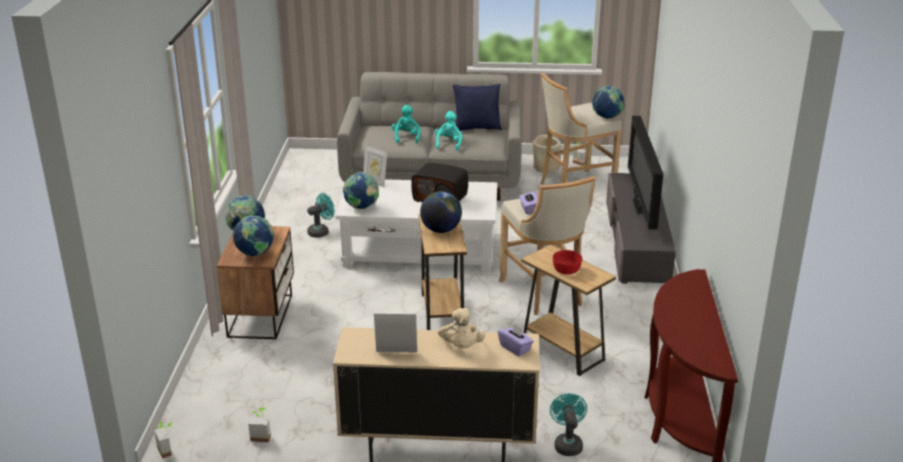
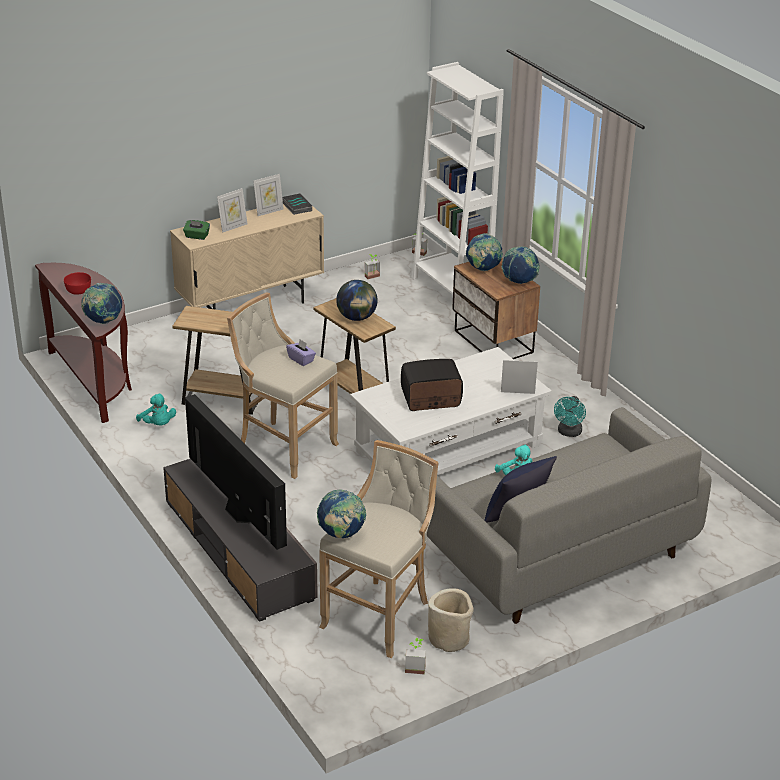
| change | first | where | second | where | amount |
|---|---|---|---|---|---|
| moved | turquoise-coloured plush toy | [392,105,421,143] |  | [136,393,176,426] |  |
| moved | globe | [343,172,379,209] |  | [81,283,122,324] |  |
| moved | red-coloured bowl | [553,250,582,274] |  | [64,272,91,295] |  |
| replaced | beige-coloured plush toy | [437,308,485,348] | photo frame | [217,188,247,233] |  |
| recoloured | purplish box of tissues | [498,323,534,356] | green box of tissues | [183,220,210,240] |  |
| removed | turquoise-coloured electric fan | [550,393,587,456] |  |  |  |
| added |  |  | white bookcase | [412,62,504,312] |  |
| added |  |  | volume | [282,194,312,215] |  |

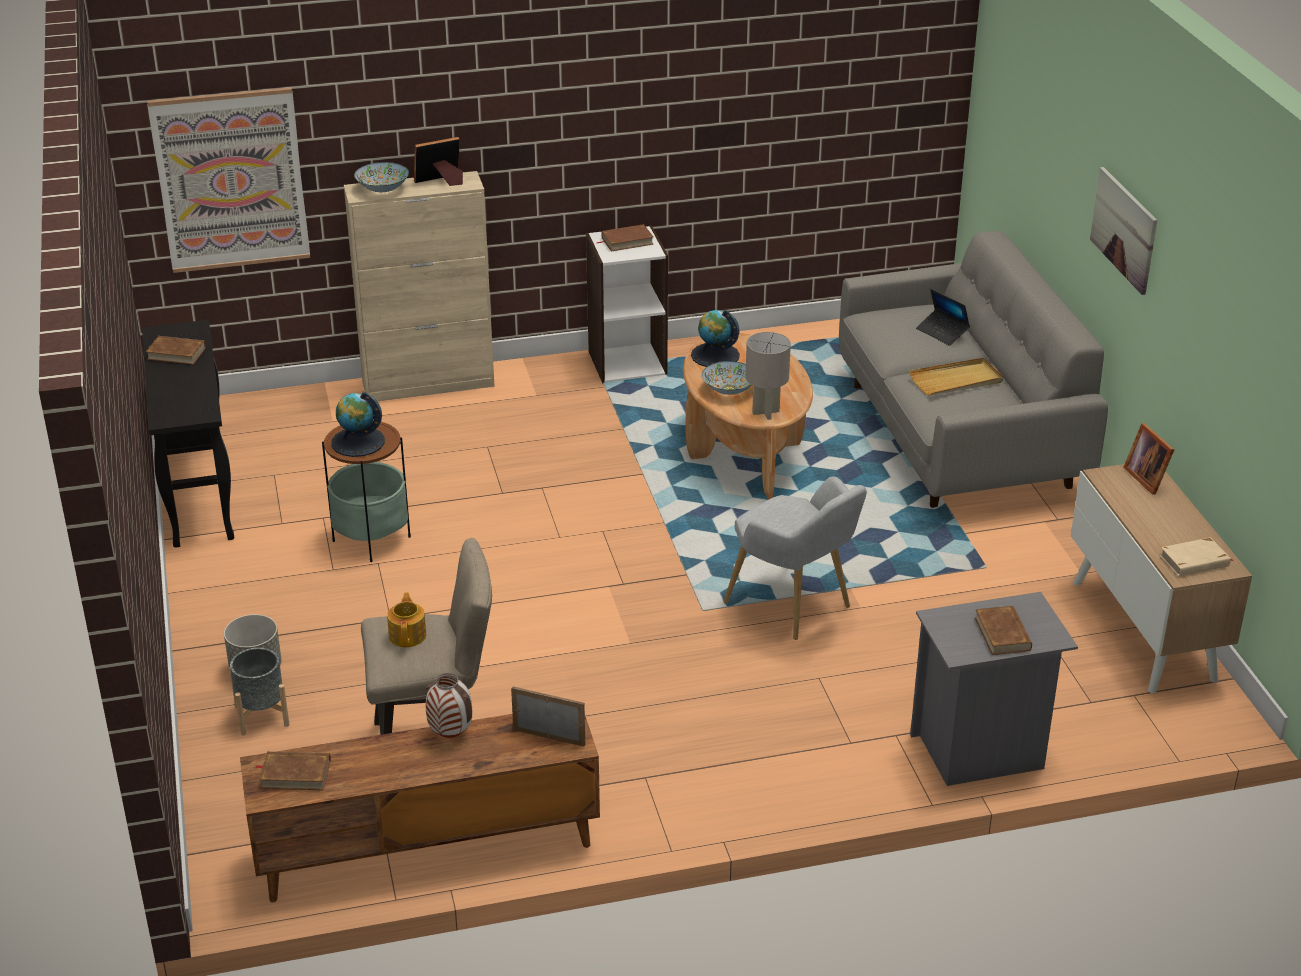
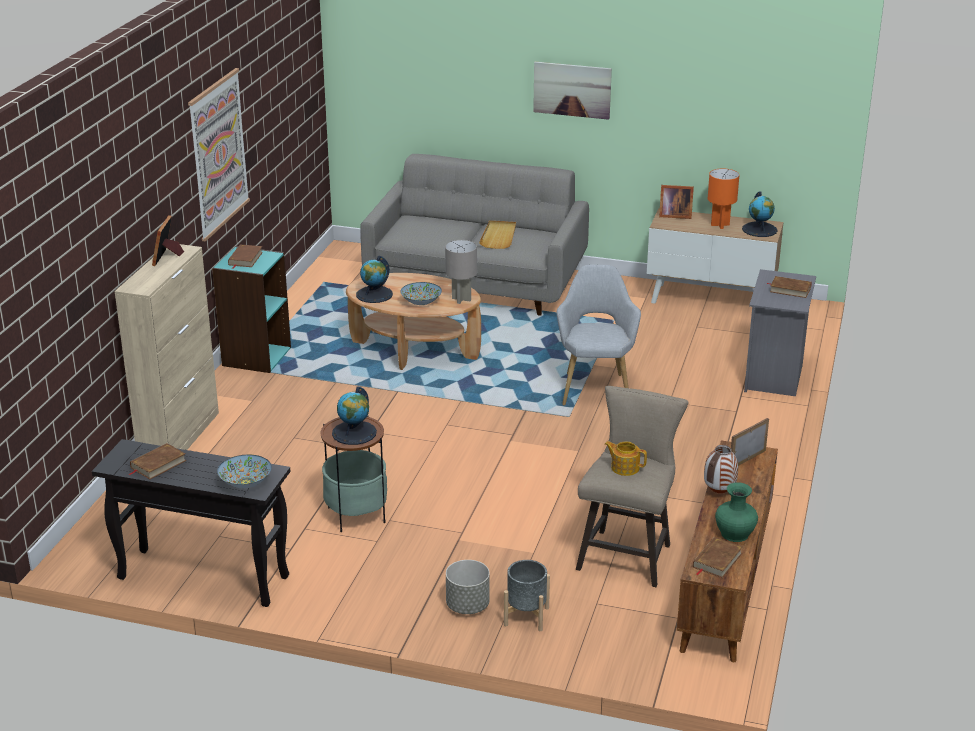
| change | first | where | second | where | amount |
|---|---|---|---|---|---|
| moved | picture | [147,87,310,273] |  | [188,68,250,242] |  |
| moved | bowl | [354,162,409,192] |  | [217,455,272,488] |  |
| recoloured | white bookcase | [586,226,668,384] | turquoise-coloured bookcase | [212,246,291,373] |  |
| removed | laptop | [916,289,970,346] |  |  |  |
| turned | gray easy chair | [724,476,867,640] |  | [557,265,641,405] | 75 degrees counterclockwise |
| replaced | beige-coloured volume | [1160,537,1234,577] | globe | [742,191,778,237] |  |
| added |  |  | orangey table lamp | [708,169,739,229] |  |
| added |  |  | green flower vase | [715,482,758,542] |  |

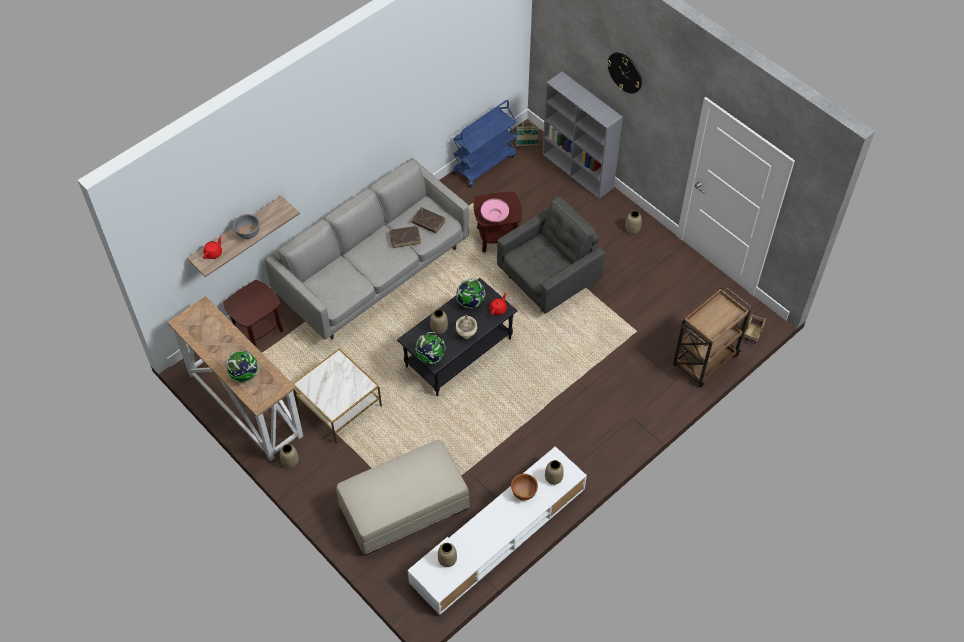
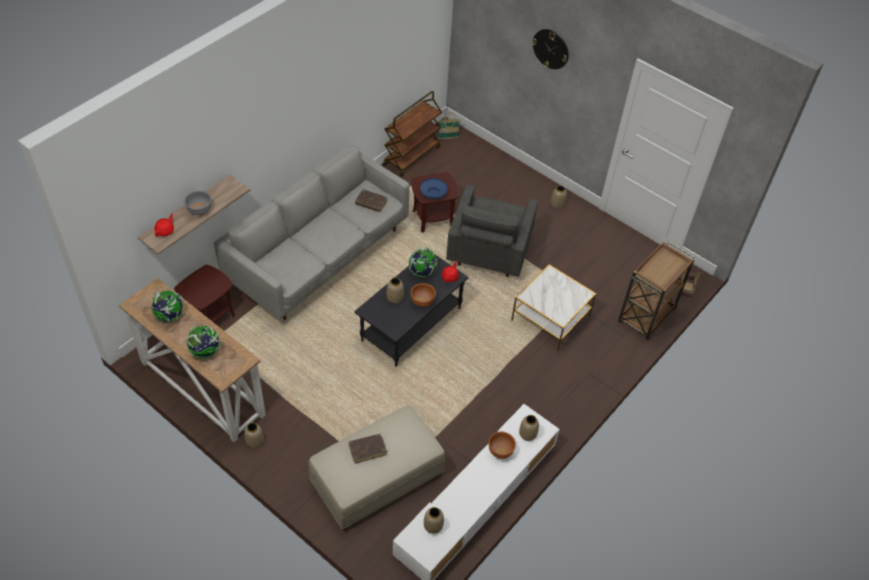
| change | first | where | second | where | amount |
|---|---|---|---|---|---|
| removed | gray bookcase | [542,72,623,199] |  |  |  |
| recoloured | blue wheeled cart | [452,100,517,188] | brown wheeled cart | [383,91,442,177] |  |
| turned | gray easy chair | [497,197,605,314] |  | [446,185,538,277] | 150 degrees clockwise |
| recoloured | pink-coloured bowl | [481,199,509,222] | blue bowl | [420,178,448,199] |  |
| moved | brown volume | [389,226,421,248] |  | [349,434,387,464] |  |
| replaced | beige-coloured flower vase | [456,315,477,339] | brown bowl | [411,283,436,307] |  |
| moved | globe | [415,332,445,364] |  | [151,287,184,322] |  |
| moved | end table | [293,349,382,443] |  | [511,264,596,351] |  |

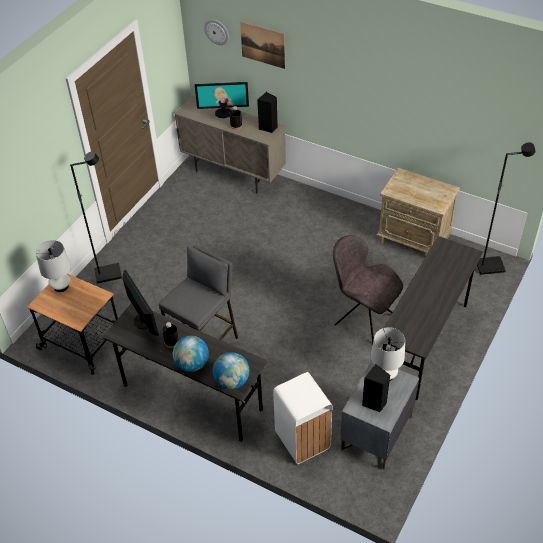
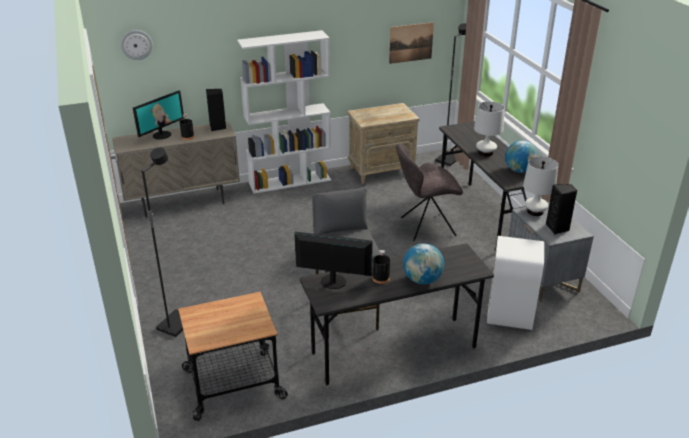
| change | first | where | second | where | amount |
|---|---|---|---|---|---|
| moved | picture | [240,22,285,69] |  | [389,22,434,64] |  |
| moved | white table lamp | [36,240,71,292] |  | [474,102,505,156] |  |
| moved | globe | [213,352,249,389] |  | [505,140,538,173] |  |
| added |  |  | white bookcase | [237,30,331,194] |  |

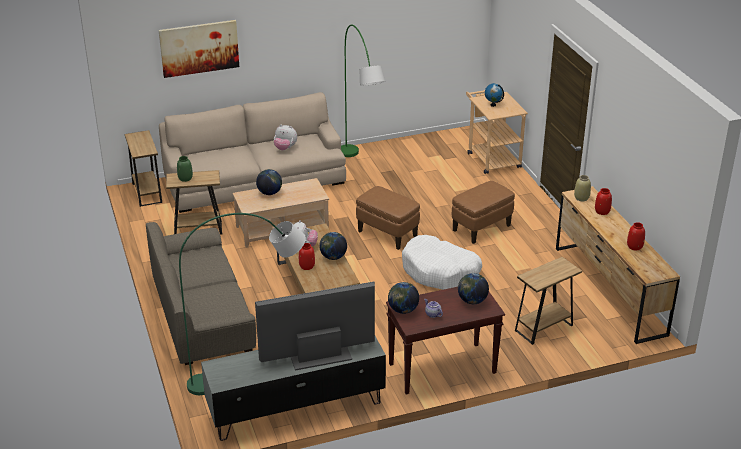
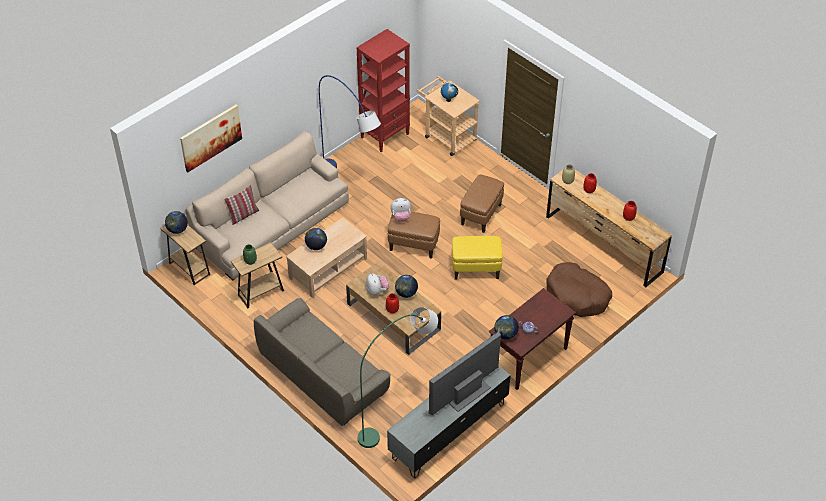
| change | first | where | second | where | amount |
|---|---|---|---|---|---|
| recoloured | green standing lamp | [341,24,385,157] | blue standing lamp | [319,75,381,169] |  |
| moved | plush toy | [274,125,297,150] |  | [390,198,411,222] |  |
| replaced | white dog cushion | [402,235,482,290] | yellowish footrest | [452,236,503,279] |  |
| replaced | brown end table | [515,257,582,345] | brown dog cushion | [547,262,612,317] |  |
| moved | globe | [458,273,489,304] |  | [165,211,188,234] |  |
| added |  |  | red-coloured bookcase | [356,29,410,152] |  |
| added |  |  | cushion | [224,185,259,225] |  |

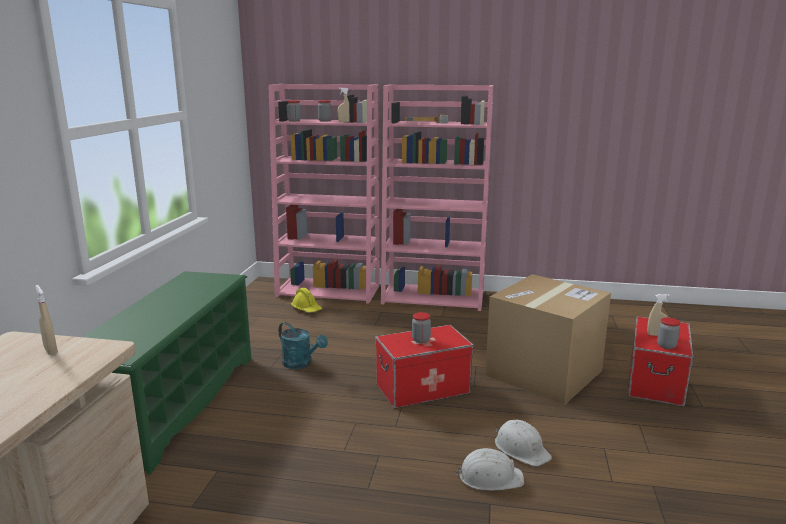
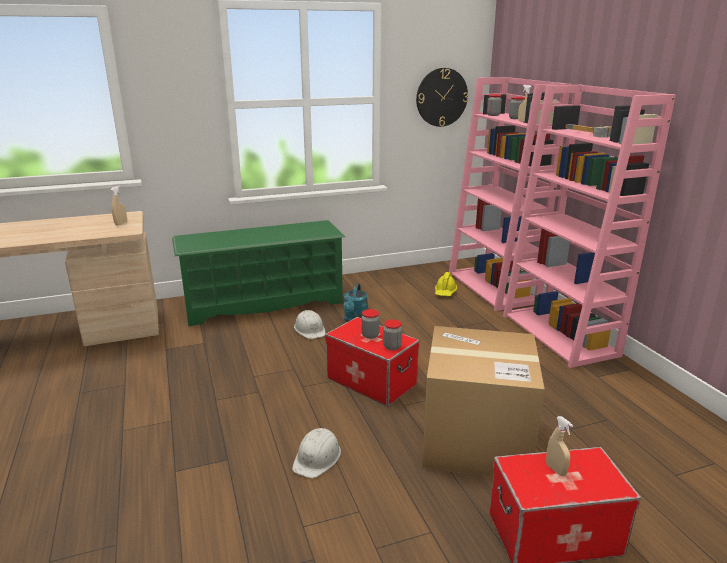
| change | first | where | second | where | amount |
|---|---|---|---|---|---|
| moved | preserve jar | [657,318,680,349] |  | [383,319,402,350] |  |
| moved | white work helmet | [455,448,524,491] |  | [294,310,326,339] |  |
| added |  |  | hanging clock | [416,68,468,127] |  |

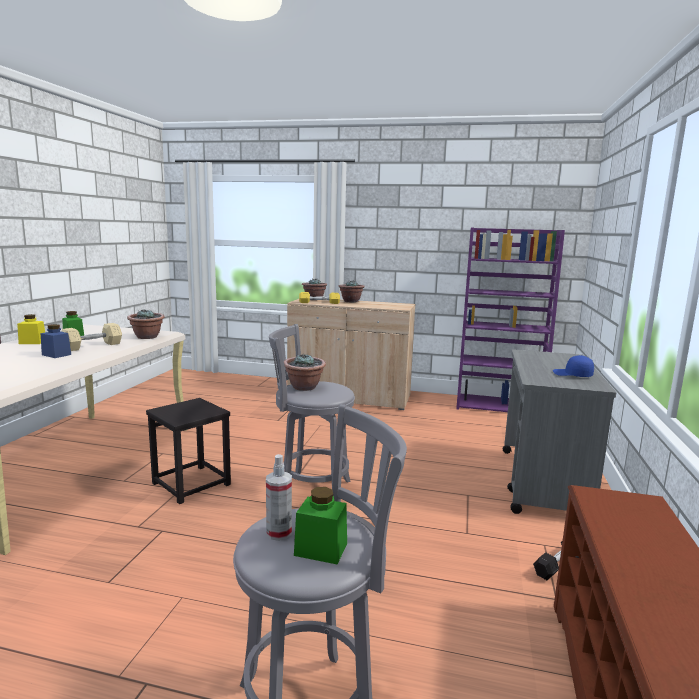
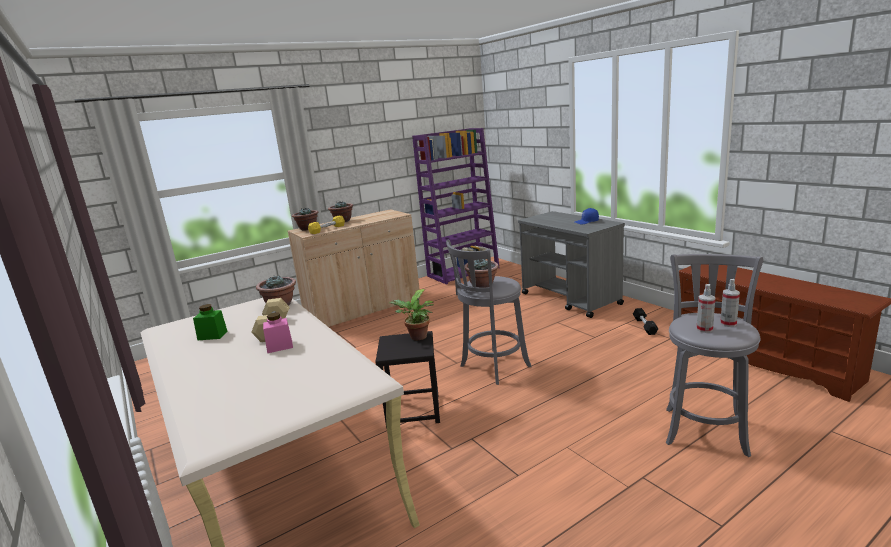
| change | first | where | second | where | amount |
|---|---|---|---|---|---|
| removed | yellowish preserve jar | [17,314,45,344] |  |  |  |
| recoloured | blue preserve jar | [41,324,71,358] | pink-coloured preserve jar | [263,312,293,353] |  |
| replaced | green preserve jar | [294,487,347,564] | sprayer | [720,279,740,327] |  |
| added |  |  | plant in a pot | [389,289,434,340] |  |

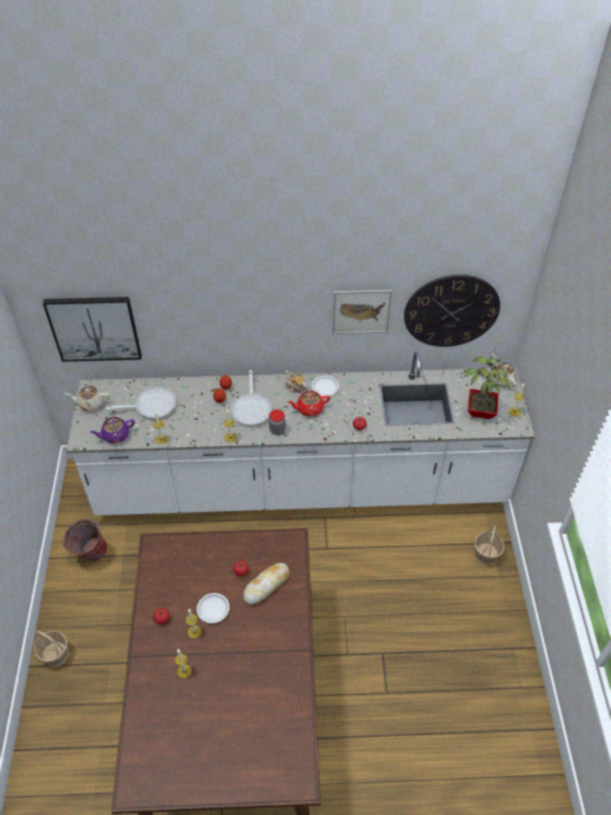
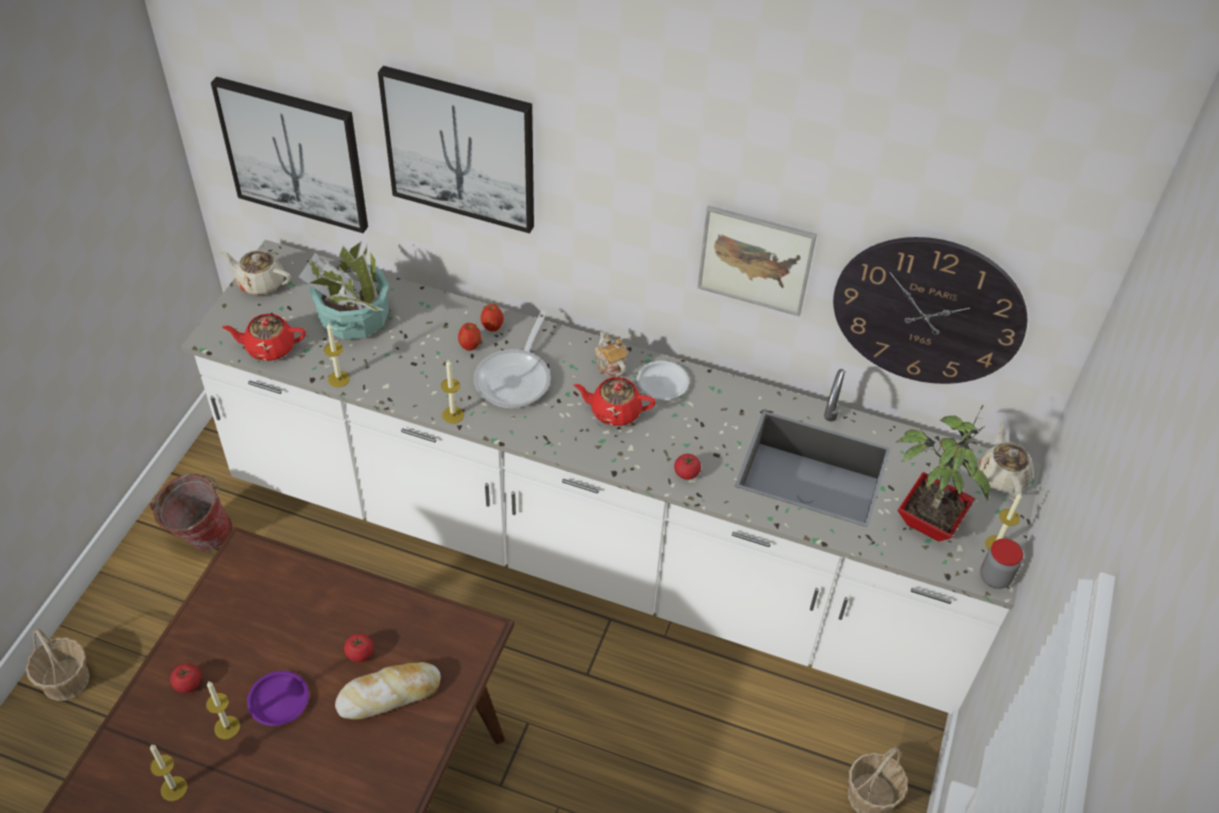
| change | first | where | second | where | amount |
|---|---|---|---|---|---|
| replaced | pan | [106,387,177,419] | plant in a pot | [299,241,389,340] |  |
| moved | preserve jar | [269,409,286,435] |  | [980,538,1023,589] |  |
| recoloured | purplish tea pot | [89,417,135,444] | red-coloured tea pot | [222,313,306,361] |  |
| recoloured | white dinner plate | [197,593,230,623] | purplish dinner plate | [247,671,309,726] |  |
| added |  |  | picture | [378,66,534,233] |  |

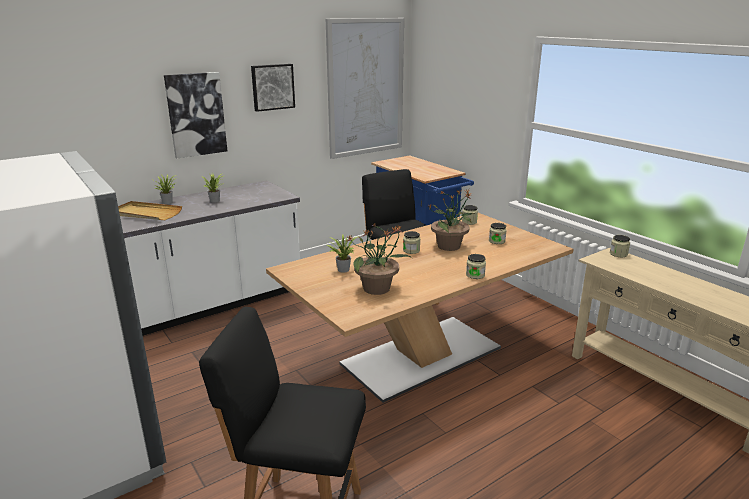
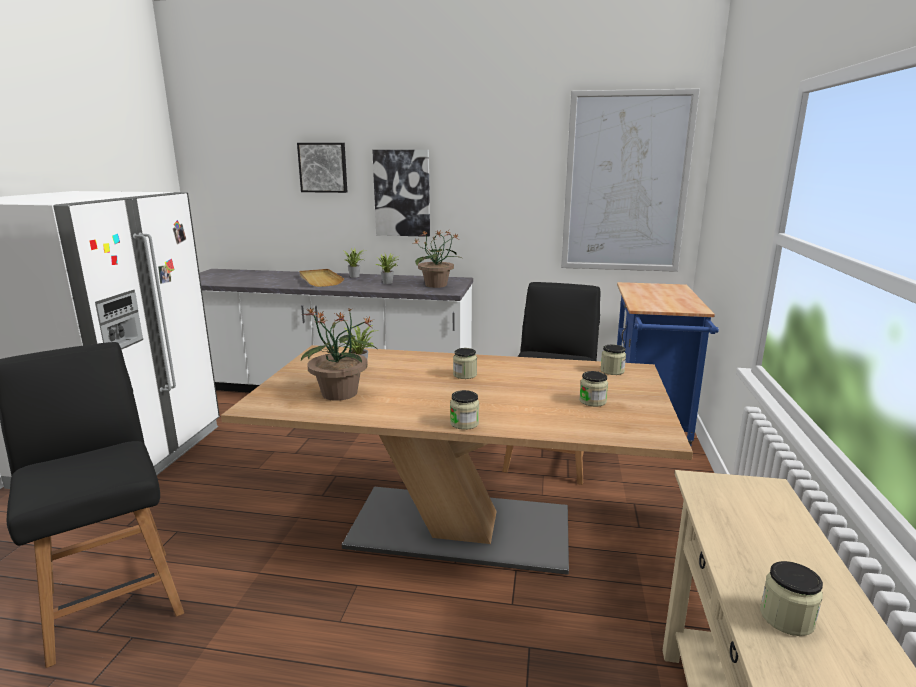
| change | first | where | second | where | amount |
|---|---|---|---|---|---|
| moved | picture | [251,64,295,112] |  | [297,143,347,193] |  |
| moved | plant in a pot | [428,189,474,251] |  | [414,230,463,288] |  |
| moved | preserve jar | [610,235,630,257] |  | [760,561,823,636] |  |

